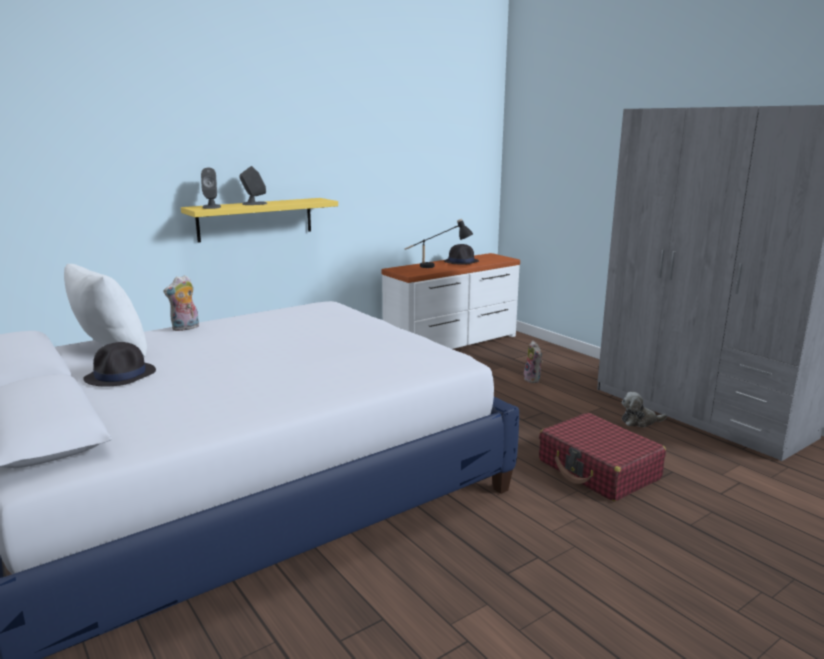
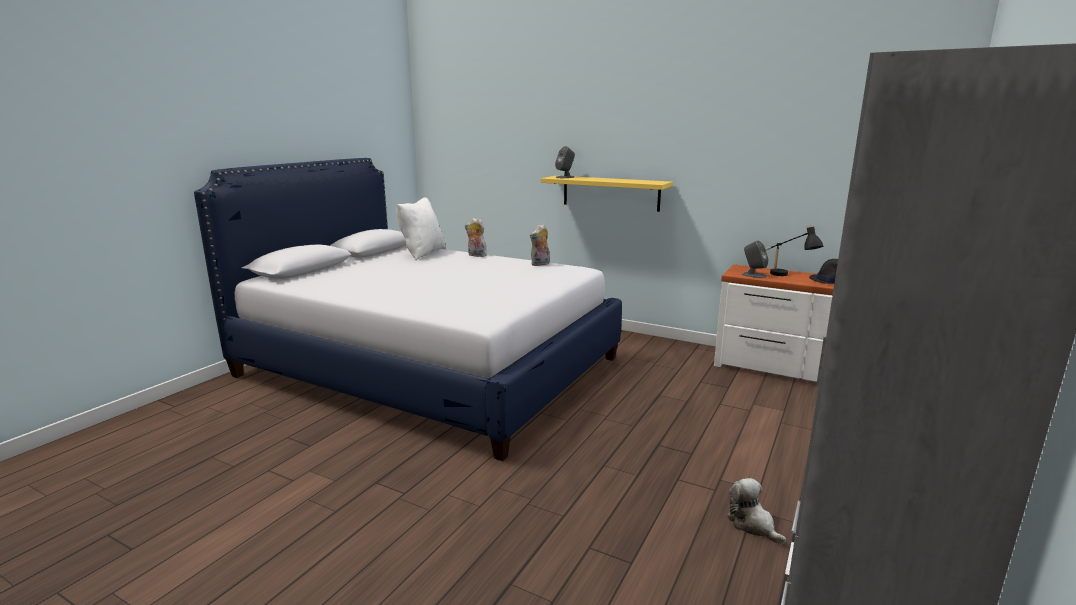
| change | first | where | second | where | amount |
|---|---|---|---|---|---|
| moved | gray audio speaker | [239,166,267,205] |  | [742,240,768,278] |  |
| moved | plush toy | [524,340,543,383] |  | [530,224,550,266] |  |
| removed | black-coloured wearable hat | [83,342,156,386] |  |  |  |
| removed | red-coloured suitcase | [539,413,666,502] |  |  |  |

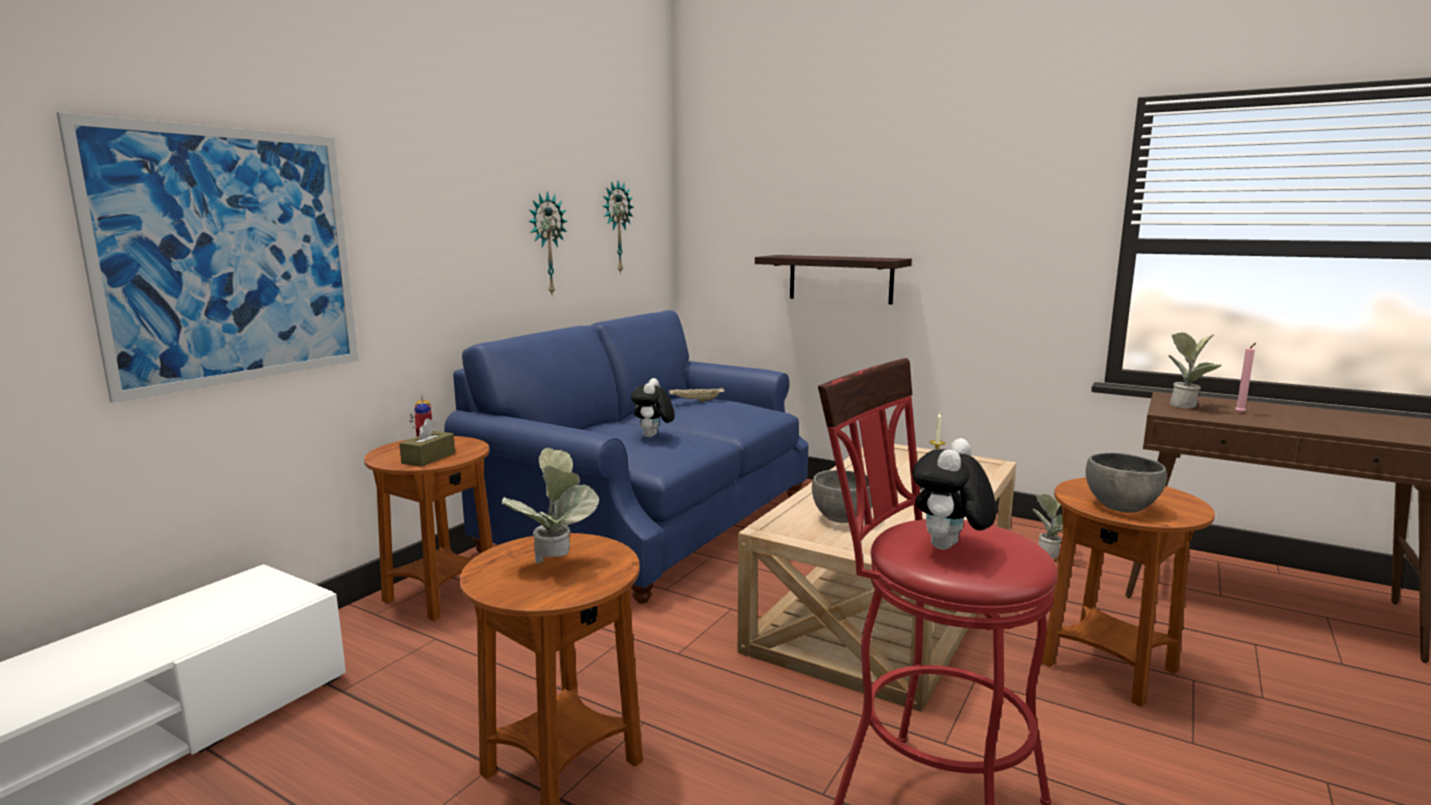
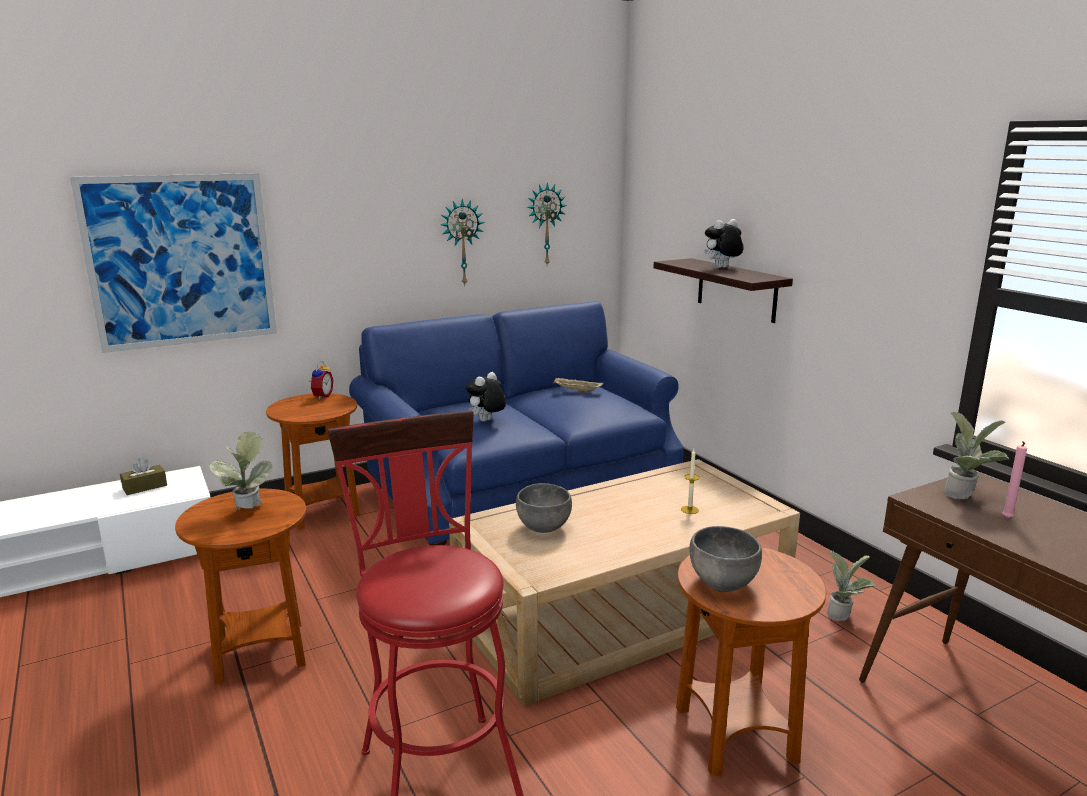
| change | first | where | second | where | amount |
|---|---|---|---|---|---|
| moved | brown box of tissues | [399,418,455,467] |  | [120,458,167,495] |  |
| moved | plush toy | [912,438,996,550] |  | [704,219,744,268] |  |

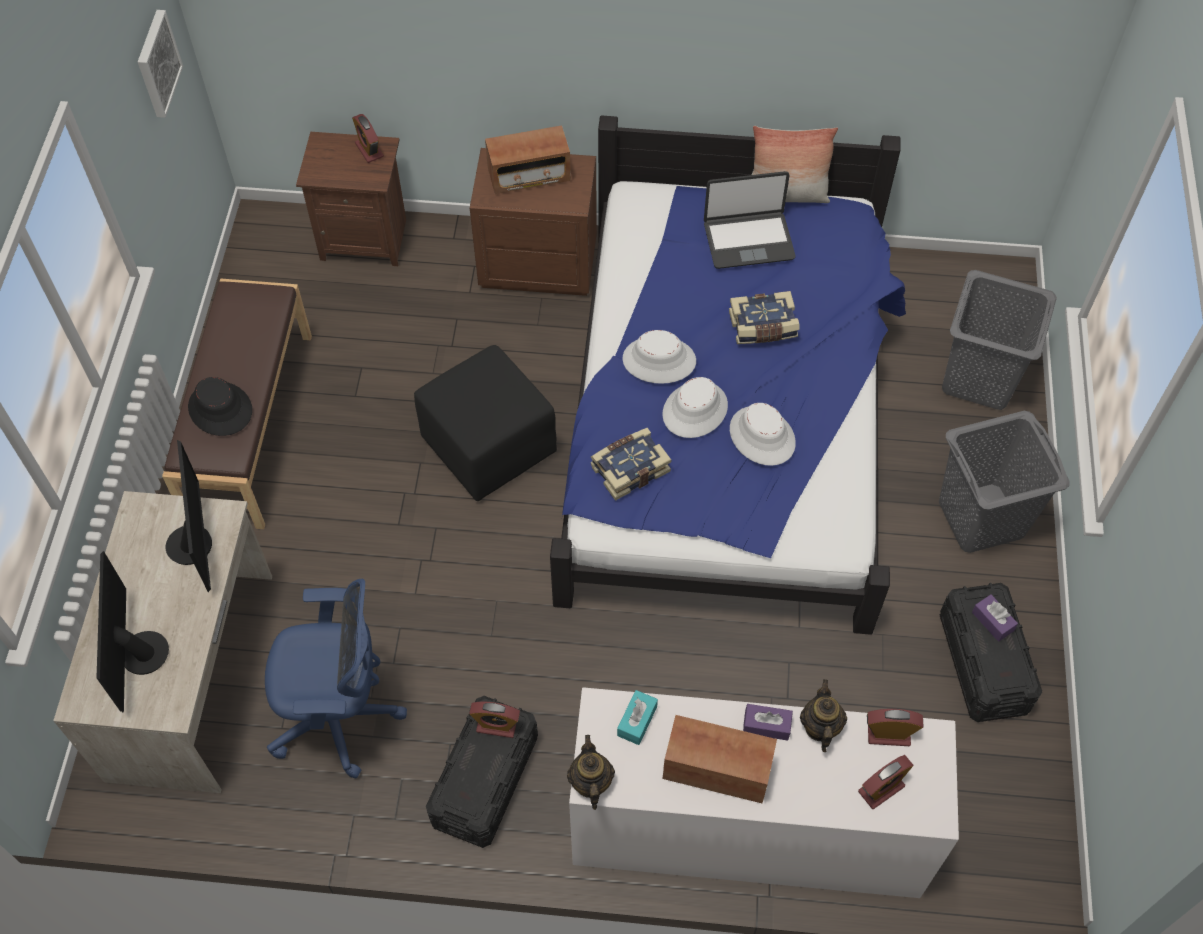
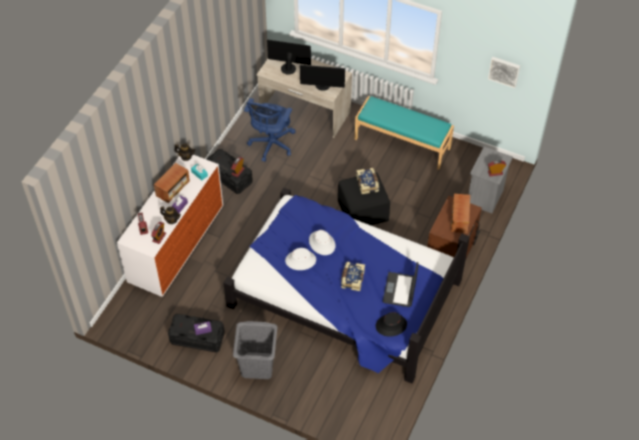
| change | first | where | second | where | amount |
|---|---|---|---|---|---|
| removed | cushion | [752,126,838,203] |  |  |  |
| recoloured | brown bedside table | [296,132,406,266] | gray bedside table | [468,147,513,213] |  |
| removed | gray washing basket | [942,270,1057,410] |  |  |  |
| recoloured | brown long seat | [162,279,312,529] | turquoise-coloured long seat | [355,96,454,170] |  |
| removed | white wearable hat | [622,330,696,384] |  |  |  |
| moved | black-coloured wearable hat | [188,377,252,436] |  | [376,312,407,337] |  |
| moved | volume | [591,428,671,501] |  | [356,168,379,194] |  |

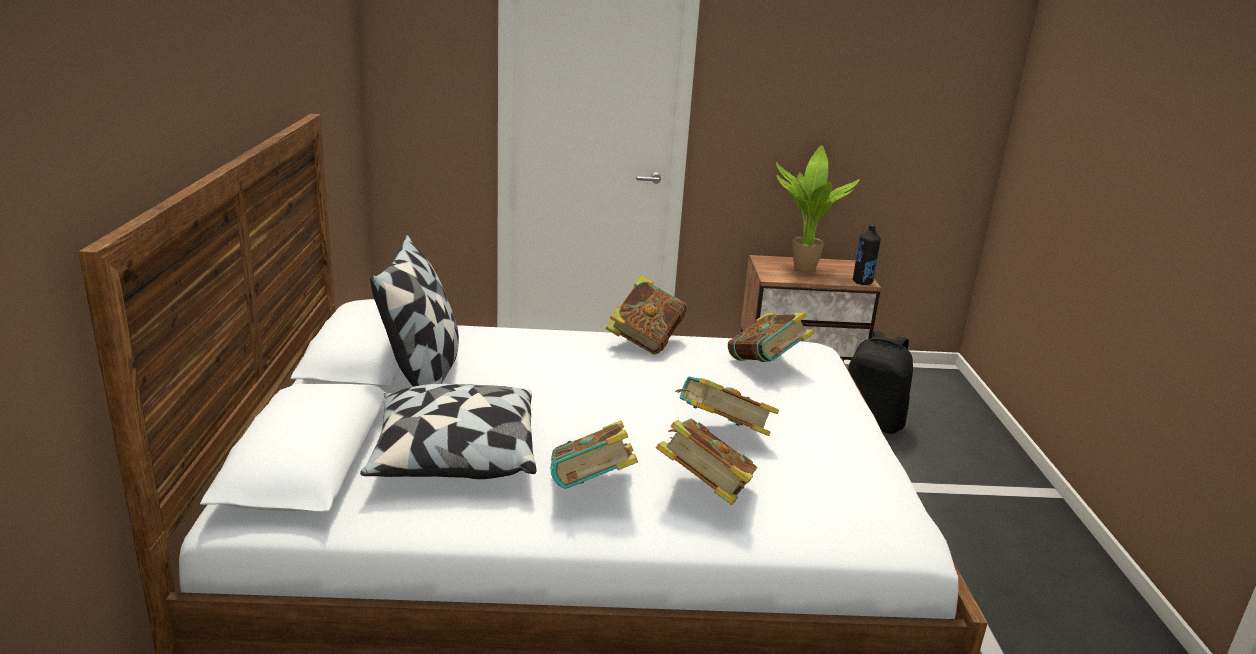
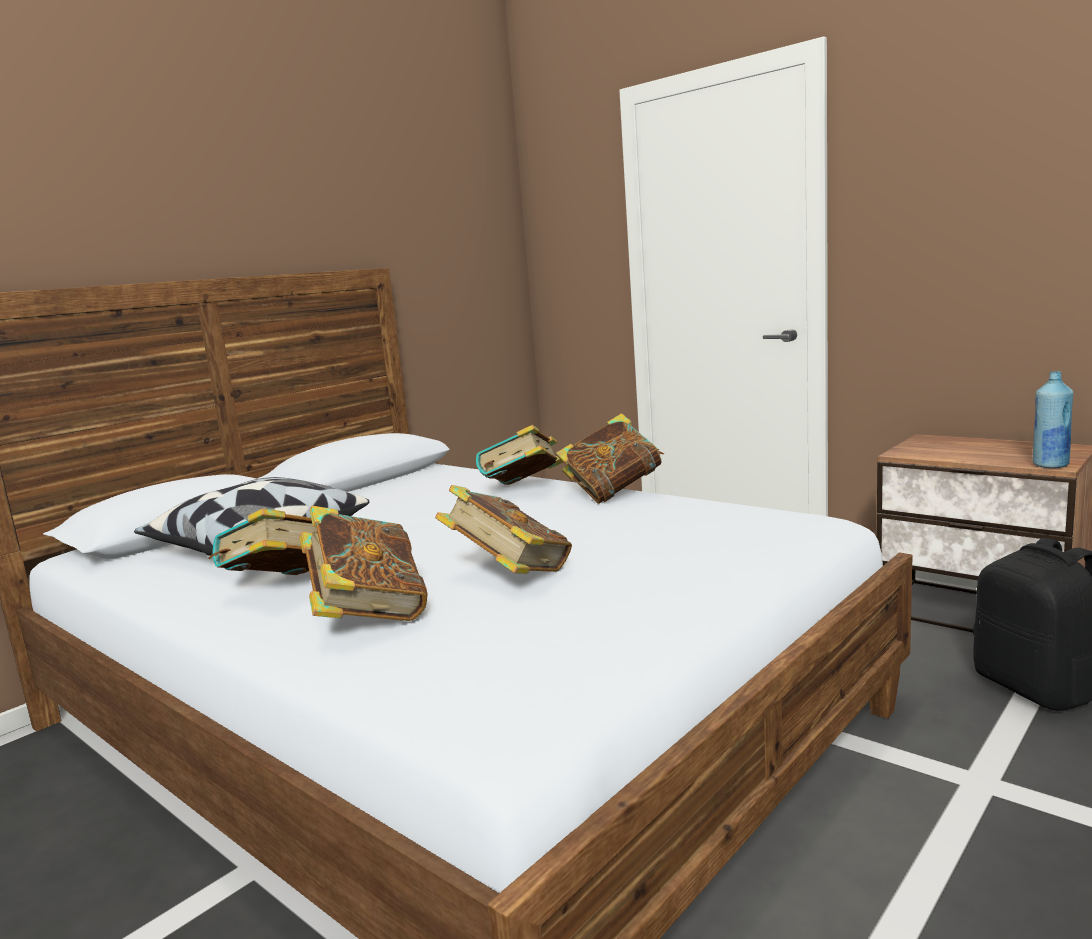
| change | first | where | second | where | amount |
|---|---|---|---|---|---|
| removed | plant in a pot | [776,145,860,272] |  |  |  |
| recoloured | black-coloured bottle | [853,224,881,285] | blue bottle | [1033,371,1073,468] |  |
| removed | cushion | [370,235,459,387] |  |  |  |
| moved | volume | [728,312,815,362] |  | [476,425,563,485] |  |

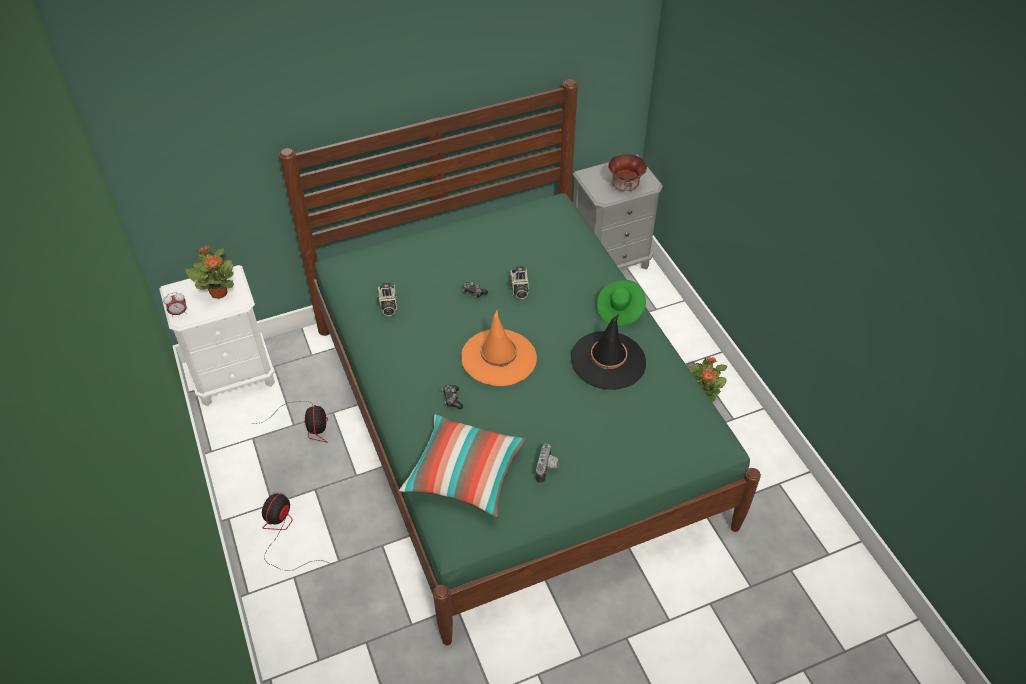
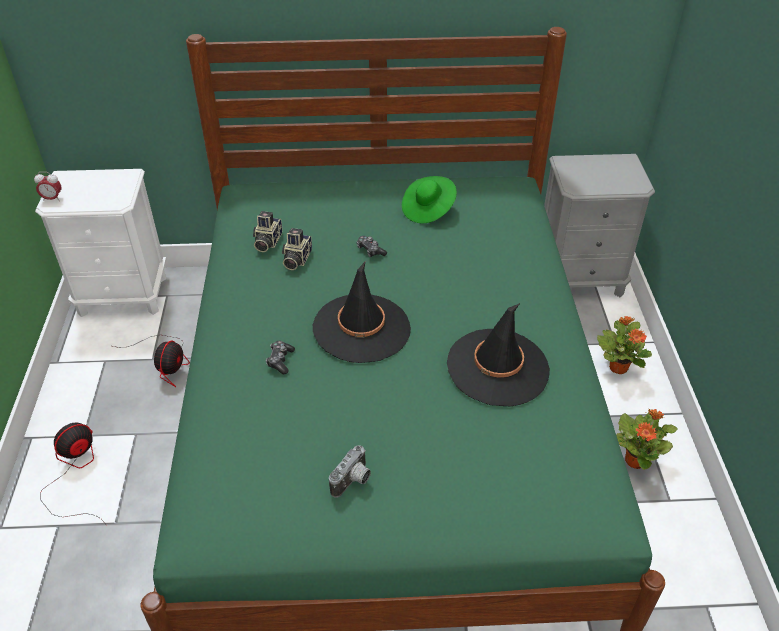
| change | first | where | second | where | amount |
|---|---|---|---|---|---|
| removed | bowl | [608,154,647,191] |  |  |  |
| moved | plant in a pot | [185,246,234,299] |  | [597,316,652,374] |  |
| moved | photo camera | [509,266,528,299] |  | [282,228,312,270] |  |
| moved | green wearable hat | [597,280,646,326] |  | [402,176,457,223] |  |
| recoloured | orangey wearable hat | [461,310,537,386] | black-coloured wearable hat | [313,262,411,363] |  |
| removed | cushion | [399,414,526,517] |  |  |  |

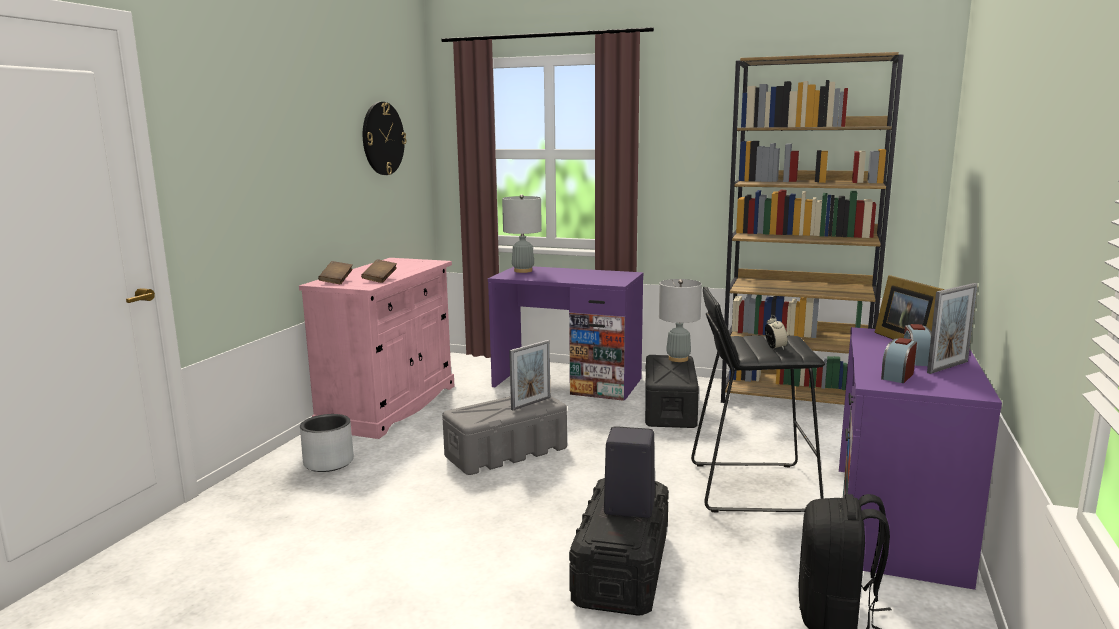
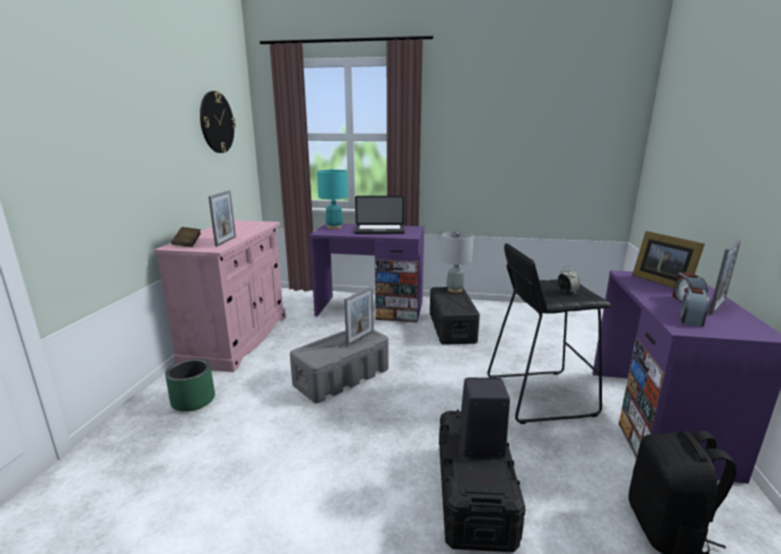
| change | first | where | second | where | amount |
|---|---|---|---|---|---|
| removed | brown bookcase | [721,52,903,405] |  |  |  |
| recoloured | gray table lamp | [502,195,542,273] | turquoise-coloured table lamp | [317,169,348,229] |  |
| replaced | brown volume | [361,259,397,283] | photo frame | [208,191,236,247] |  |
| recoloured | gray plant pot | [300,414,354,472] | green plant pot | [165,359,215,412] |  |
| added |  |  | laptop | [354,196,405,234] |  |

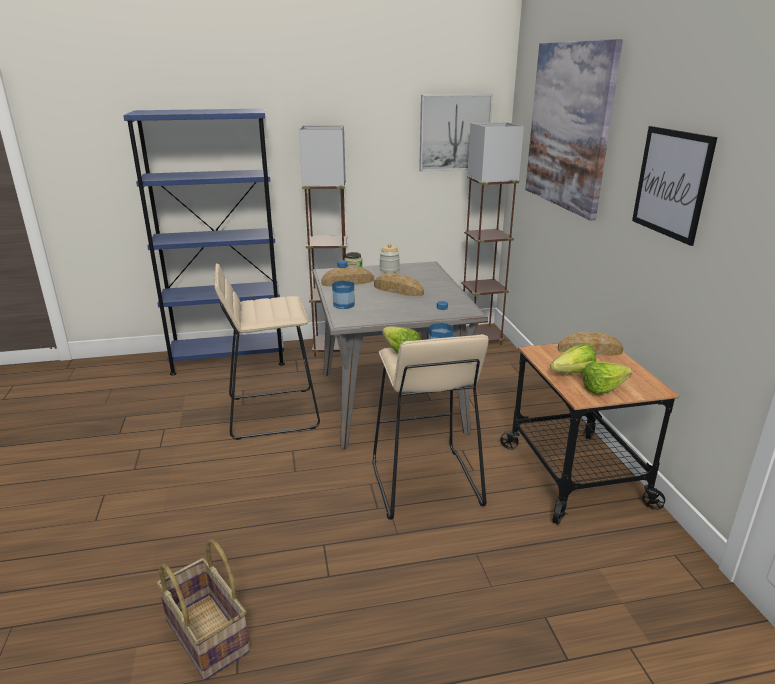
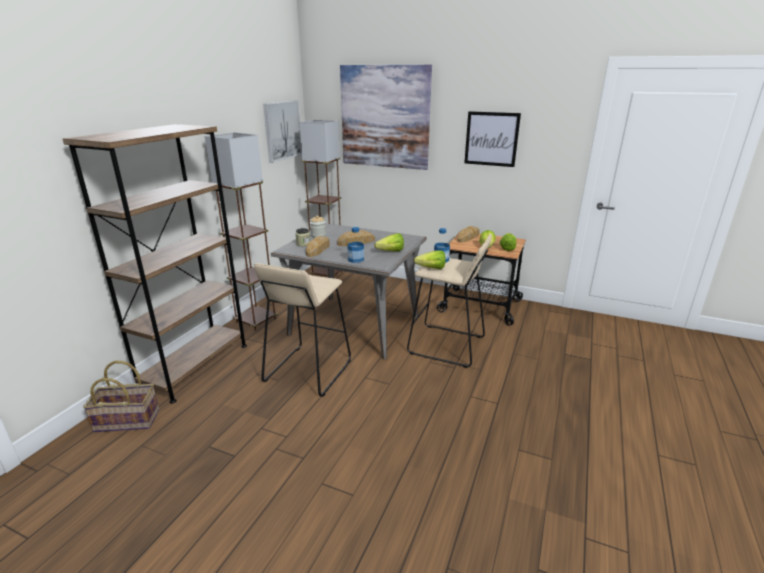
| change | first | where | second | where | amount |
|---|---|---|---|---|---|
| recoloured | blue bookcase | [123,109,285,375] | brown bookcase | [63,124,247,404] |  |
| moved | basket | [156,539,250,680] |  | [83,361,159,432] |  |
| added |  |  | head of lettuce | [374,233,404,251] |  |

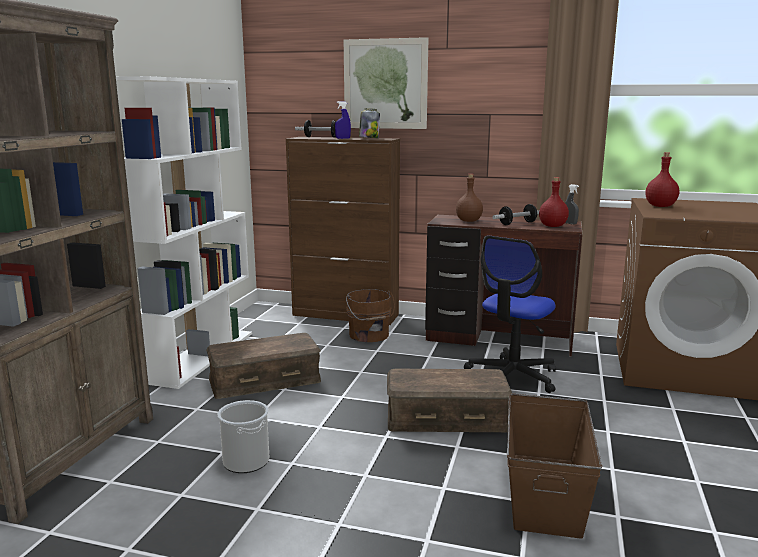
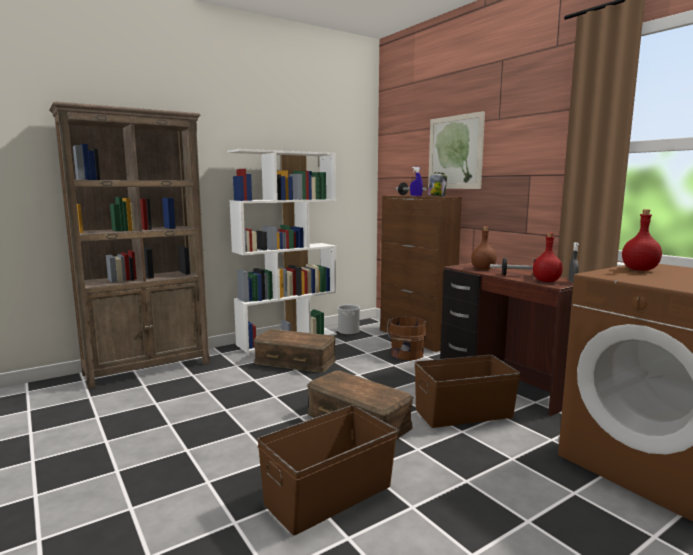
| change | first | where | second | where | amount |
|---|---|---|---|---|---|
| replaced | desk chair | [464,236,556,393] | brown storage box | [414,355,520,428] |  |
| moved | bucket | [218,400,269,473] |  | [337,305,360,335] |  |

